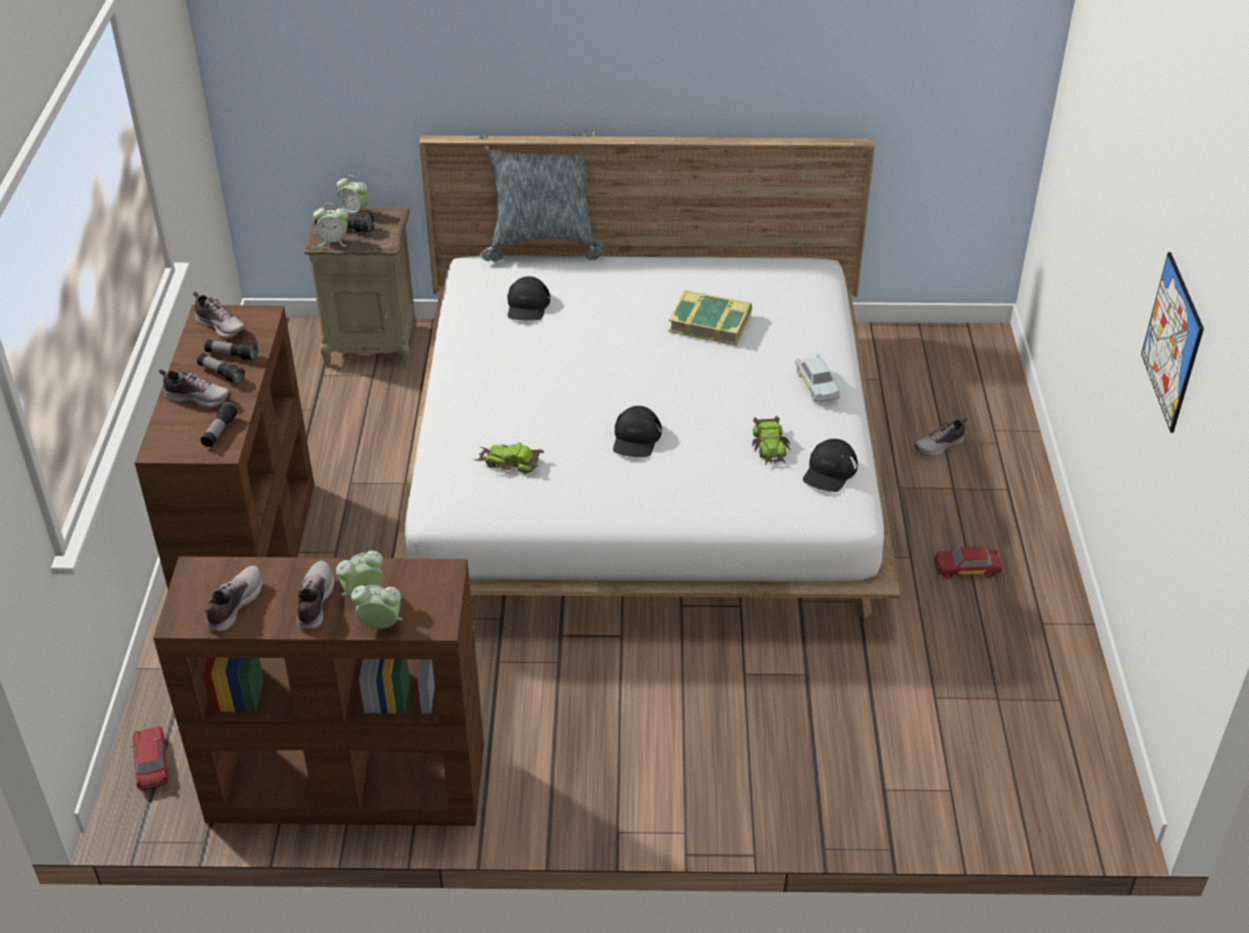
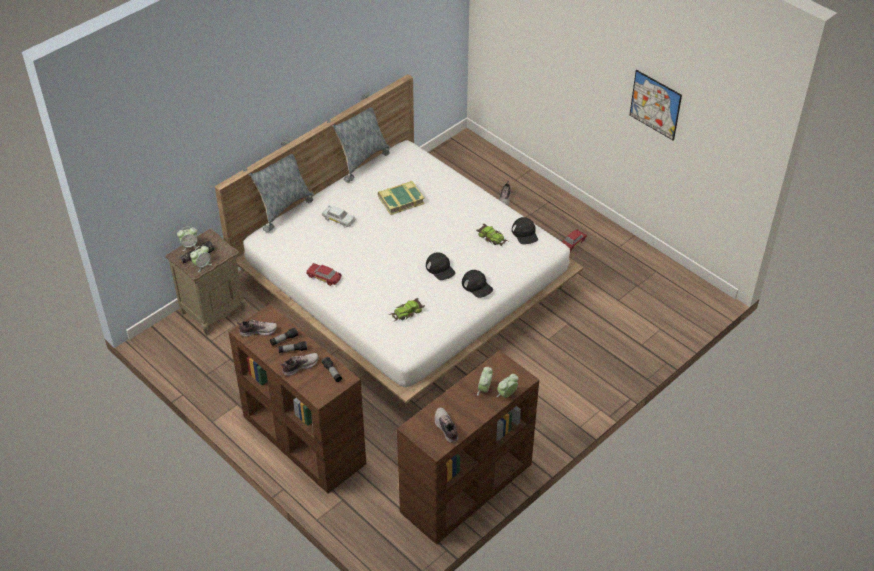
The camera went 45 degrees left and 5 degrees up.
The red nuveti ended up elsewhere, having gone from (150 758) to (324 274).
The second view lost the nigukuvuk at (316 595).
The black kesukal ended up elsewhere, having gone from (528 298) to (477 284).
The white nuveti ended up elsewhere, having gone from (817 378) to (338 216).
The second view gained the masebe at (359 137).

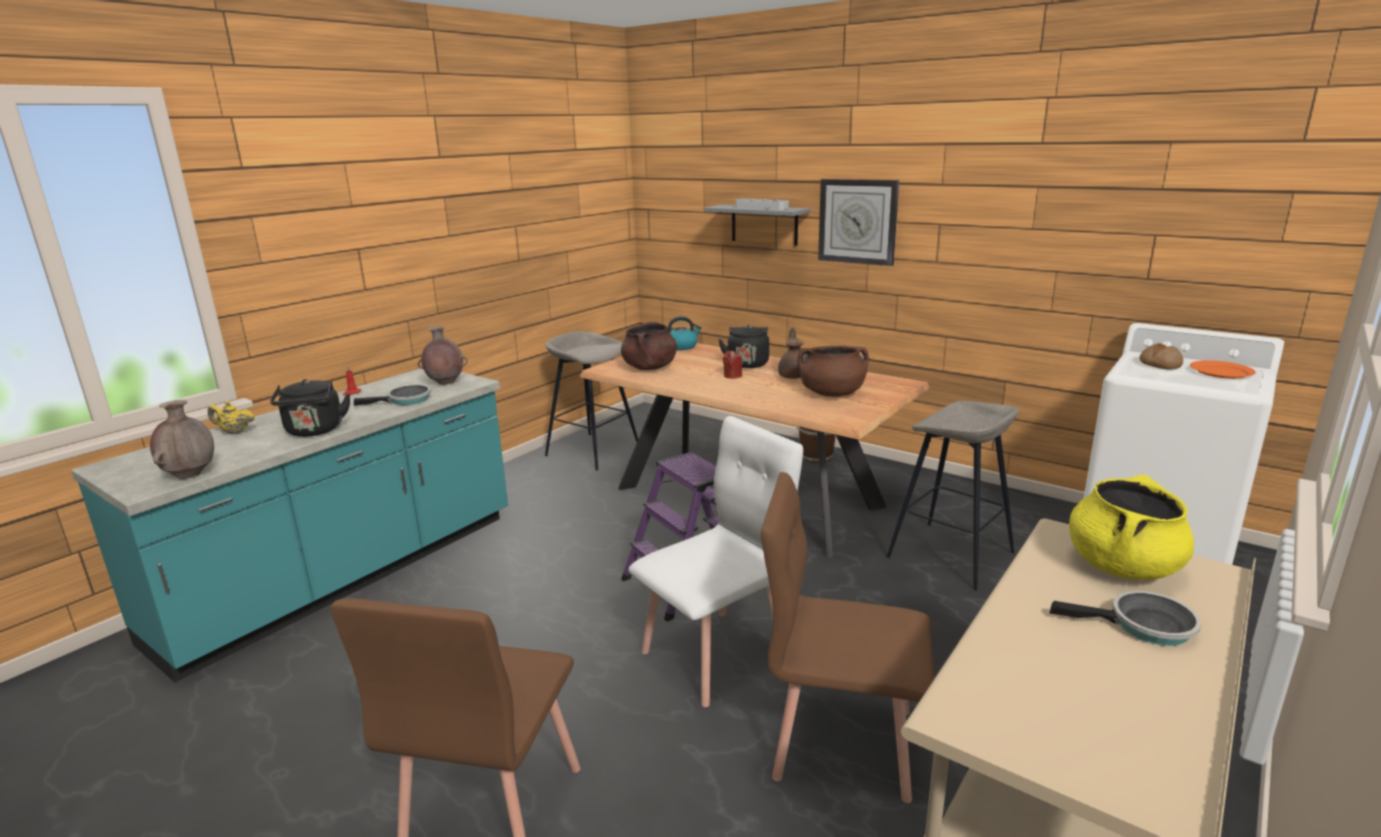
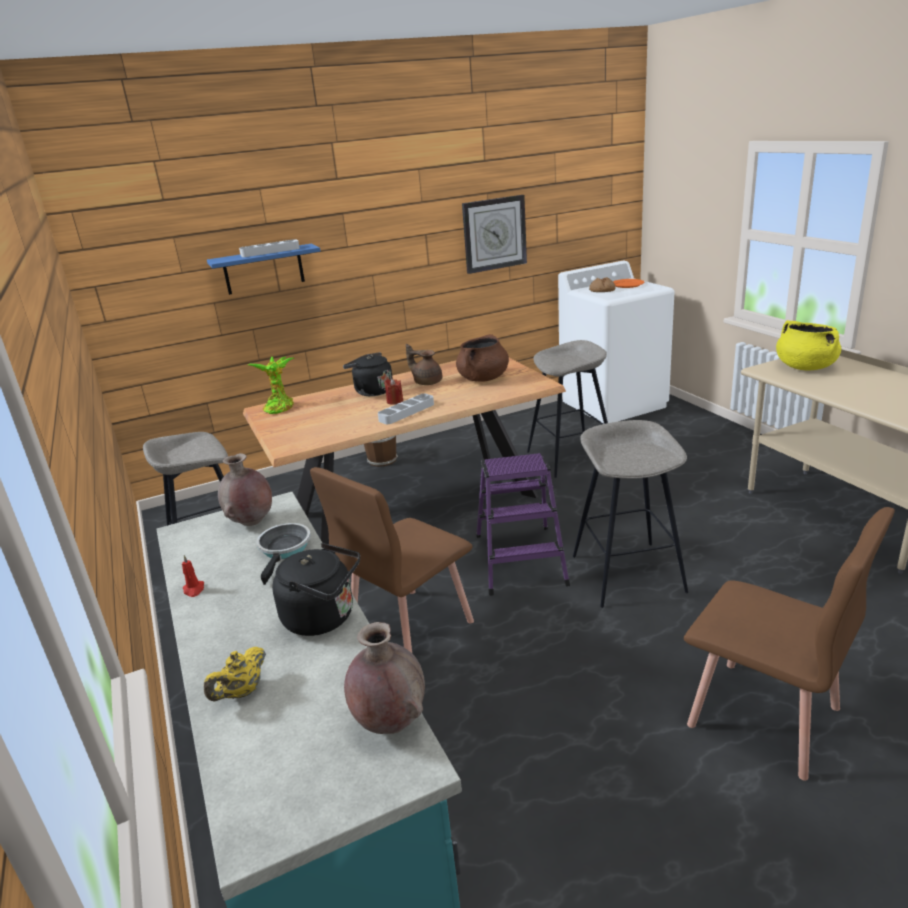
The camera went 60 degrees left and 5 degrees up.
The second view lost the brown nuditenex at (649 345).
Where the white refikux stood at (716 561), the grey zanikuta came to stand at (630 514).
Where the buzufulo stood at (685 333), the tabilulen came to stand at (271 385).
What was the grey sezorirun at (757 225) turned into the blue sezorirun at (264 269).
The brown refikux ended up elsewhere, having gone from (847 637) to (392 560).
The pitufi ended up elsewhere, having gone from (858 222) to (494 234).
The second view lost the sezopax at (1125 618).
The second view gained the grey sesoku at (406 409).

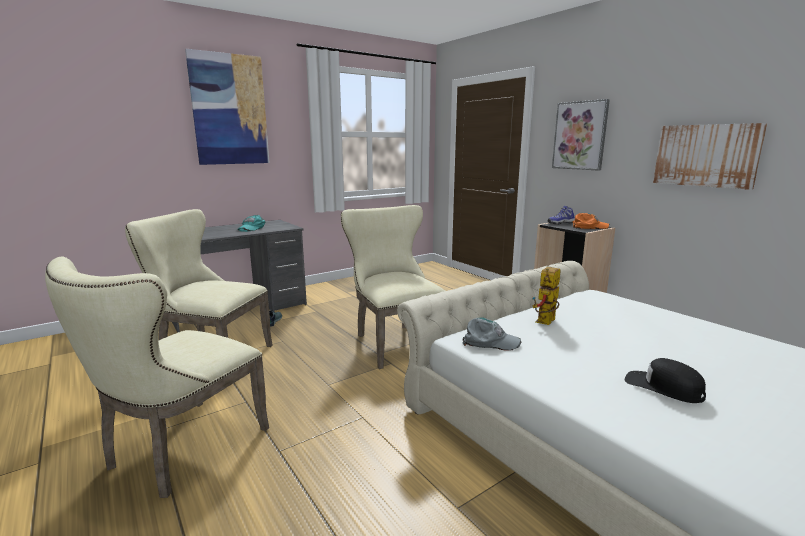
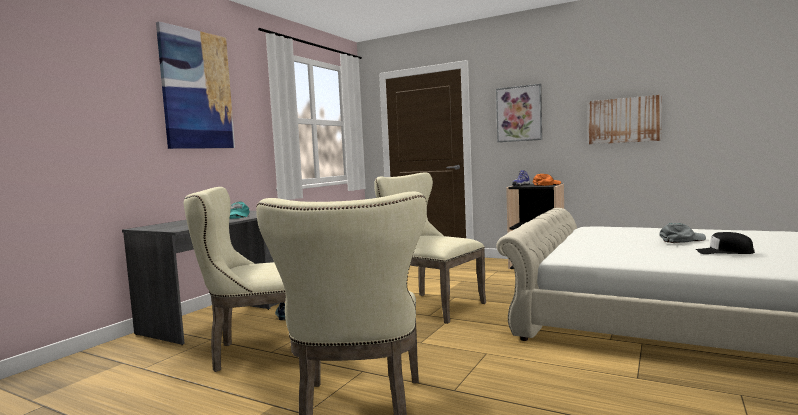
The camera went 25 degrees left and 10 degrees down.
The grey kesukal ended up elsewhere, having gone from (492 334) to (683 233).
The second view lost the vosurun at (546 296).

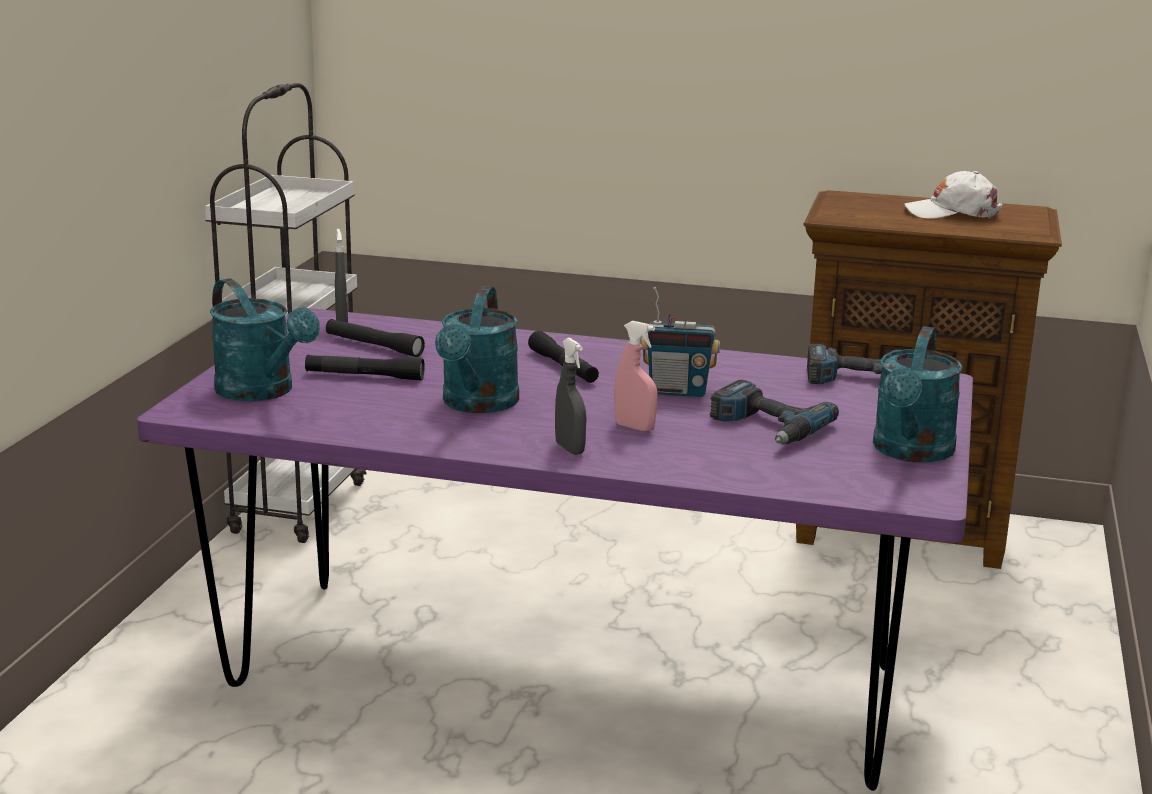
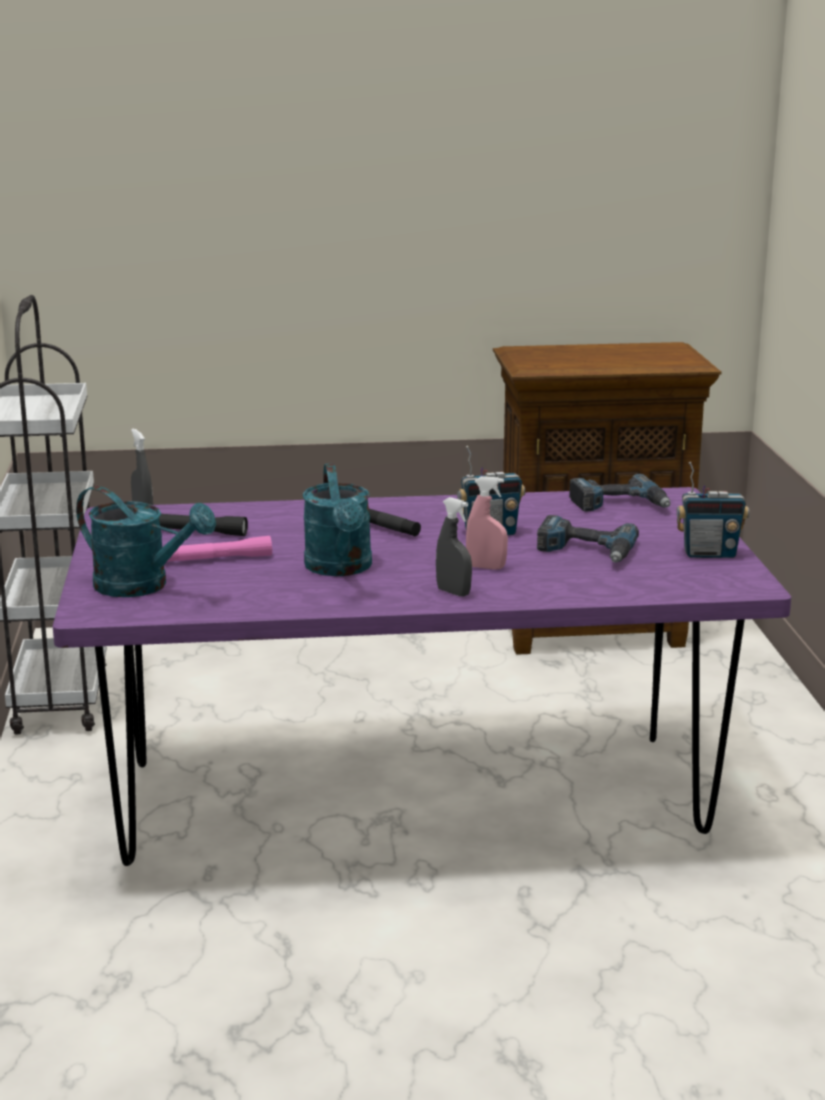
The camera went 20 degrees left and 0 degrees up.
What was the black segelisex at (365 368) turned into the pink segelisex at (217 549).
Where the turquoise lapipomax stood at (918 394), the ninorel came to stand at (713 510).
The second view lost the white kesukal at (953 195).

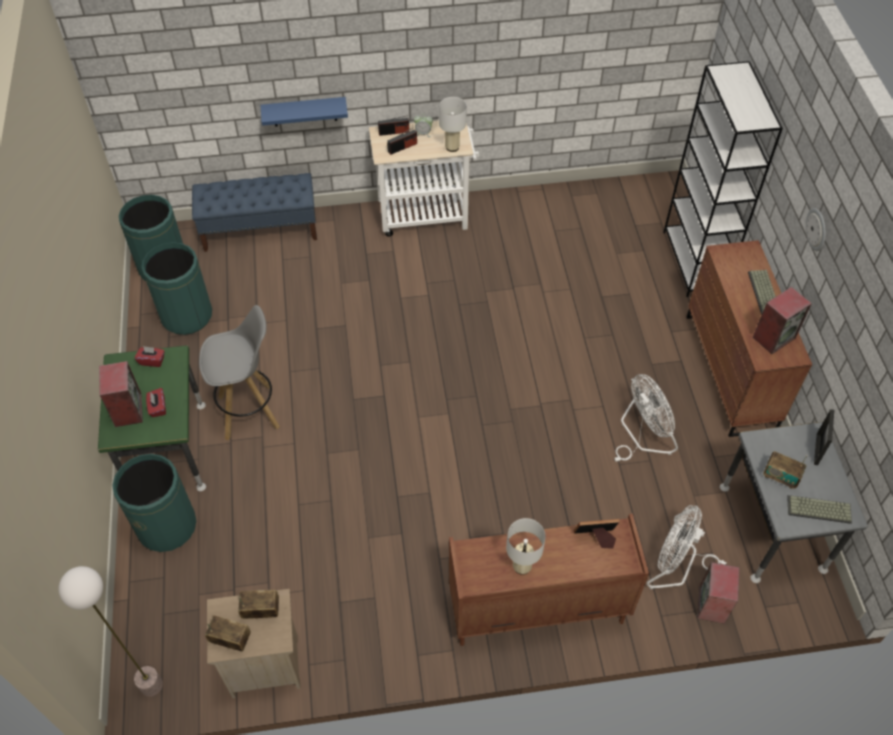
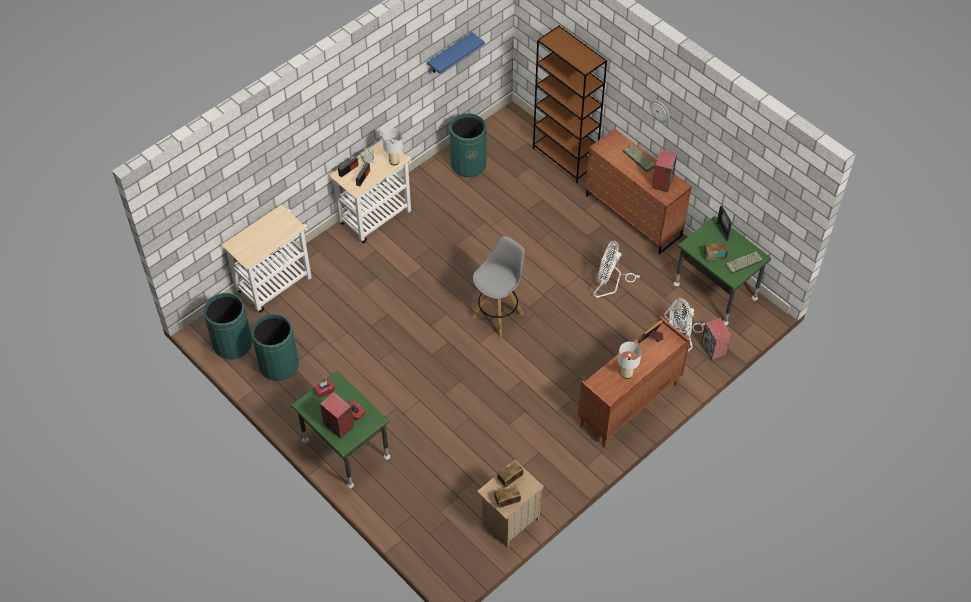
The camera went 35 degrees left and 0 degrees up.
The second view lost the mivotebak at (111 631).
The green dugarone ended up elsewhere, having gone from (154 503) to (468 145).
Where the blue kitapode stood at (254 212), the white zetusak came to stand at (267 259).
The grey zanikuta ended up elsewhere, having gone from (239 372) to (498 287).
The blue sezorirun ended up elsewhere, having gone from (304 112) to (456 53).
The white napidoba at (645 418) ended up facing another way, 105 degrees counterclockwise from before.
What was the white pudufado at (723 179) turned into the brown pudufado at (570 104).
What was the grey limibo at (794 502) turned into the green limibo at (722 270).

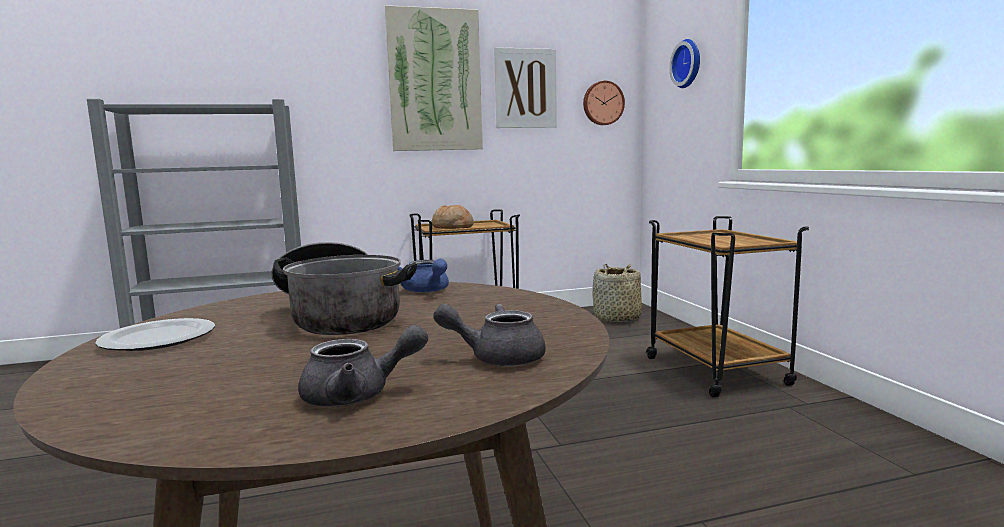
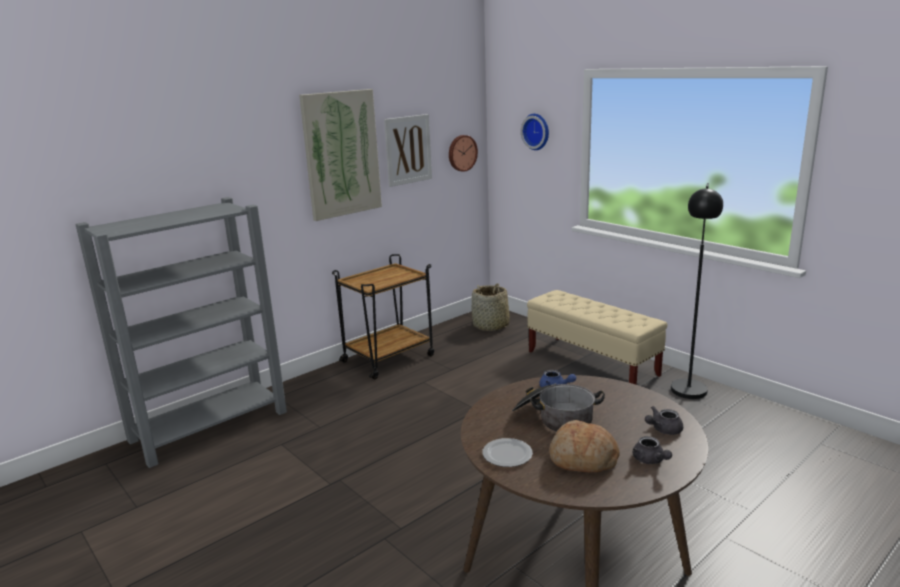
The camera went 25 degrees left and 10 degrees up.
The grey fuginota at (363 366) ended up facing another way, 105 degrees clockwise from before.
The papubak ended up elsewhere, having gone from (452 217) to (584 446).
Where the brown zetusak stood at (727 306), the beige kitapode came to stand at (597 337).
The second view gained the black mivotebak at (697 291).

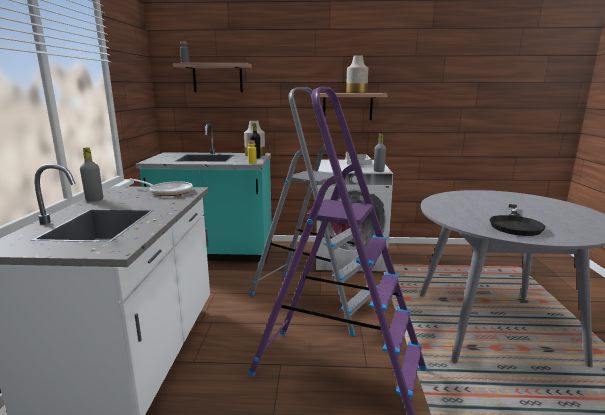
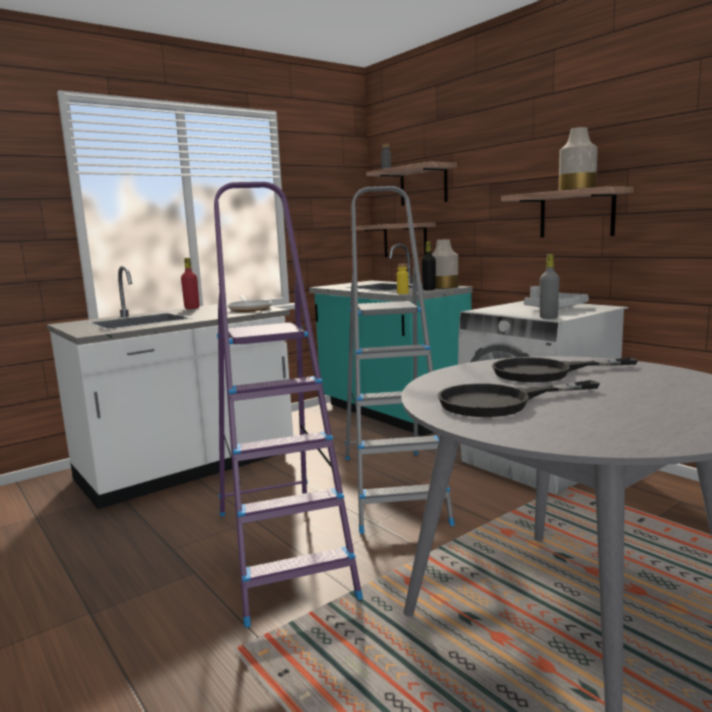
The camera went 50 degrees right and 5 degrees down.
What was the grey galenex at (91 174) turned into the red galenex at (190 283).
The second view gained the sezorirun at (393 239).
The second view gained the black sezopax at (565 369).

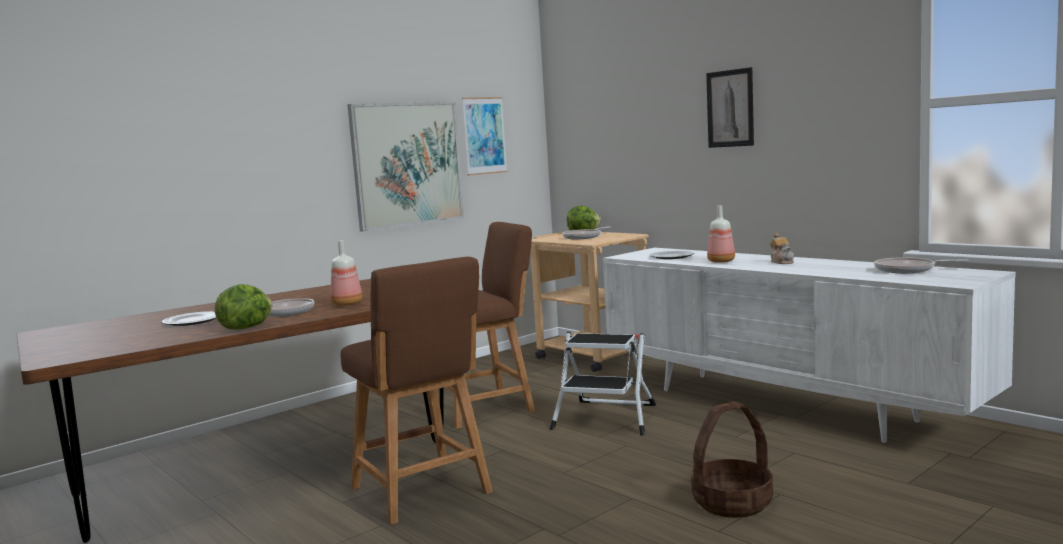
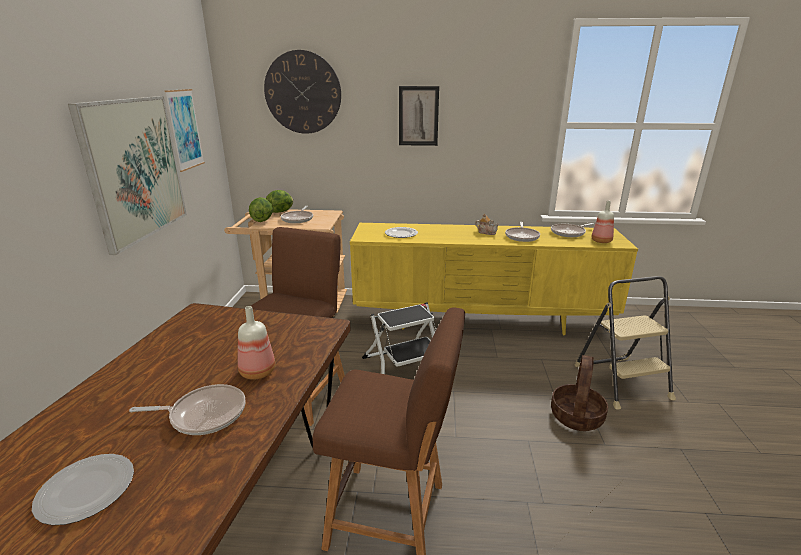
The camera went 45 degrees left and 15 degrees up.
The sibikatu ended up elsewhere, having gone from (243 306) to (261 209).
What was the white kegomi at (809 345) turned into the yellow kegomi at (494 279).
The galenex ended up elsewhere, having gone from (721 234) to (602 222).
The second view gained the pitufi at (302 92).
The second view gained the sezopax at (522 232).
The second view gained the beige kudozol at (625 342).

